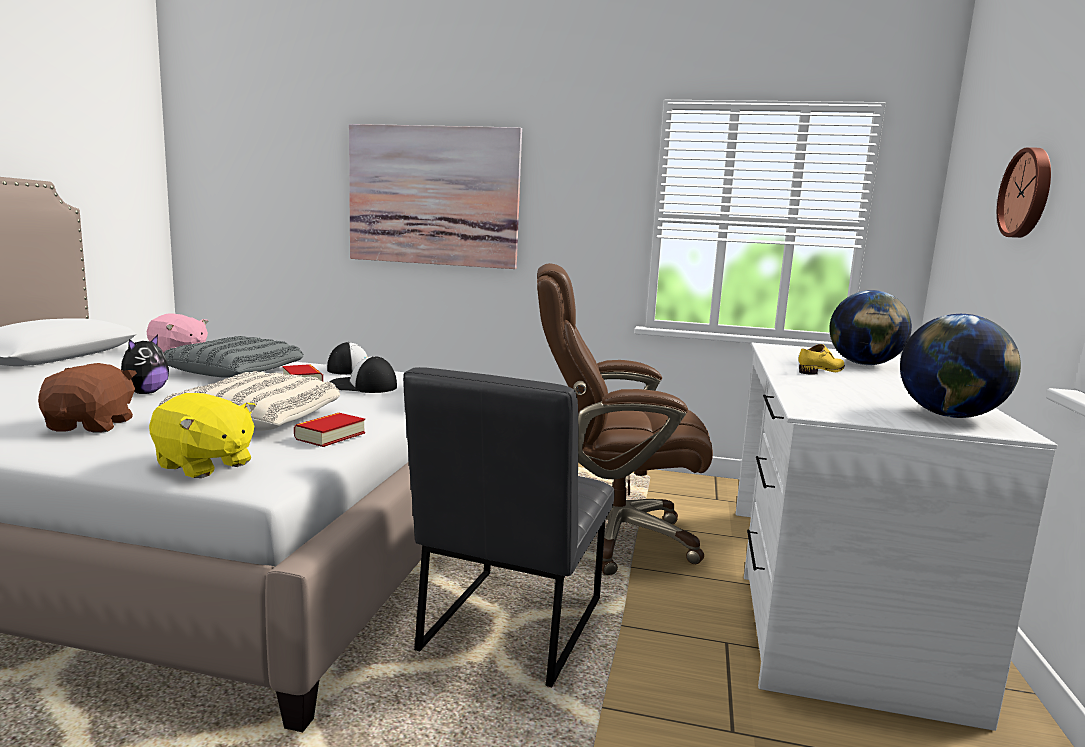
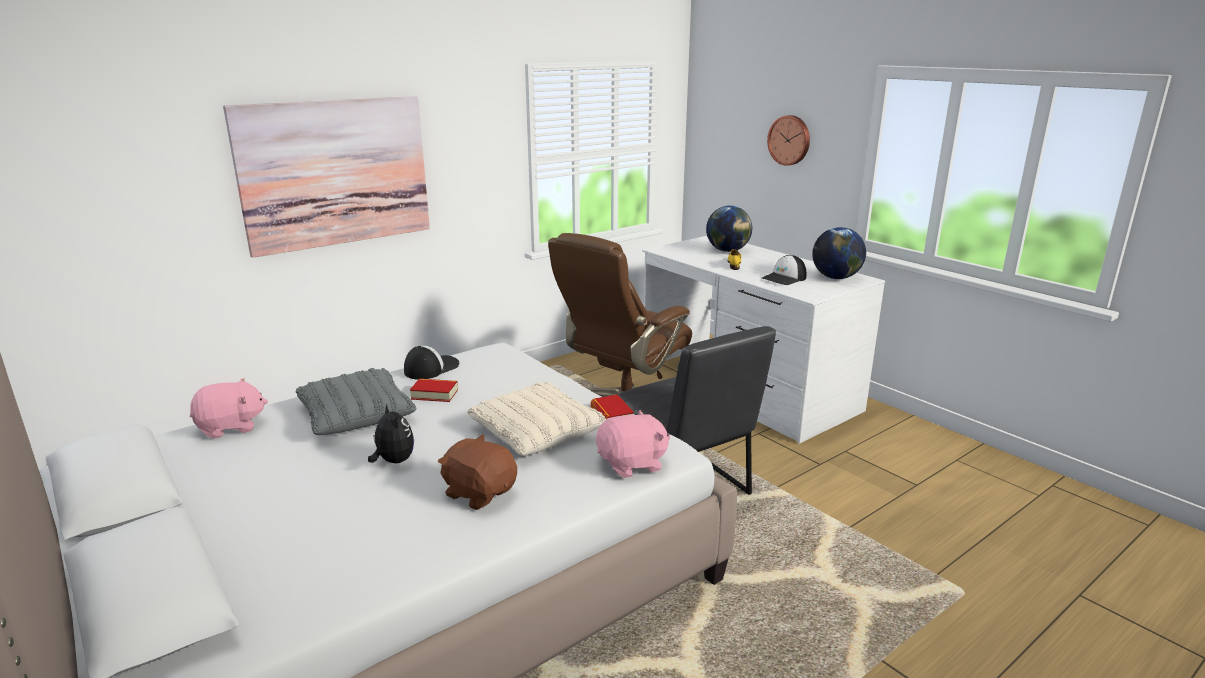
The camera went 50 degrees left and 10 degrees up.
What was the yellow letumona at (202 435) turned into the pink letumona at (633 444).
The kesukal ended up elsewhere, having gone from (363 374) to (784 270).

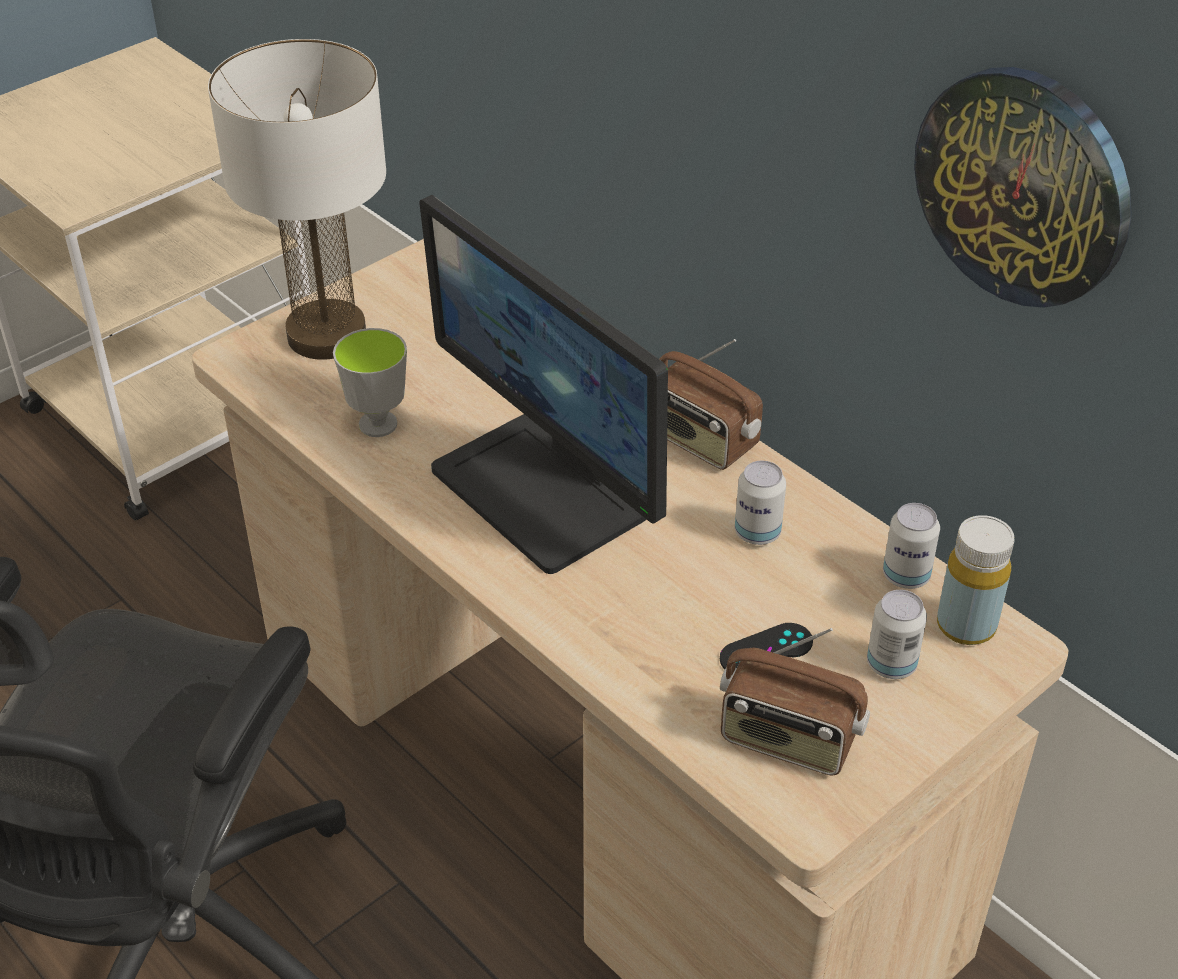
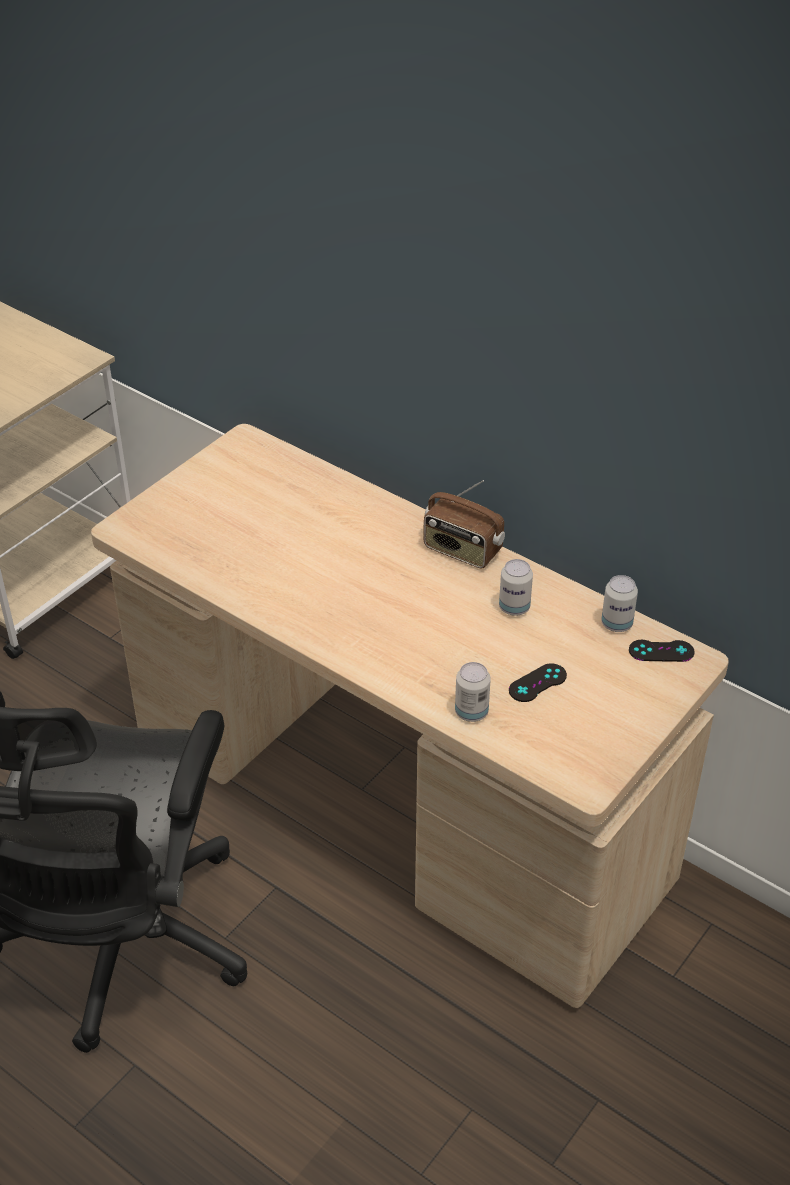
The camera went 10 degrees left and 0 degrees up.
The second view lost the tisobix at (297 199).
The second view lost the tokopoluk at (370 382).
The second view lost the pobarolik at (543 384).
The second view lost the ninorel at (795 701).
The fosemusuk ended up elsewhere, having gone from (897 634) to (473 692).
The second view lost the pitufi at (1023 187).
Where the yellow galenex stood at (976 580), the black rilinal came to stand at (662 651).

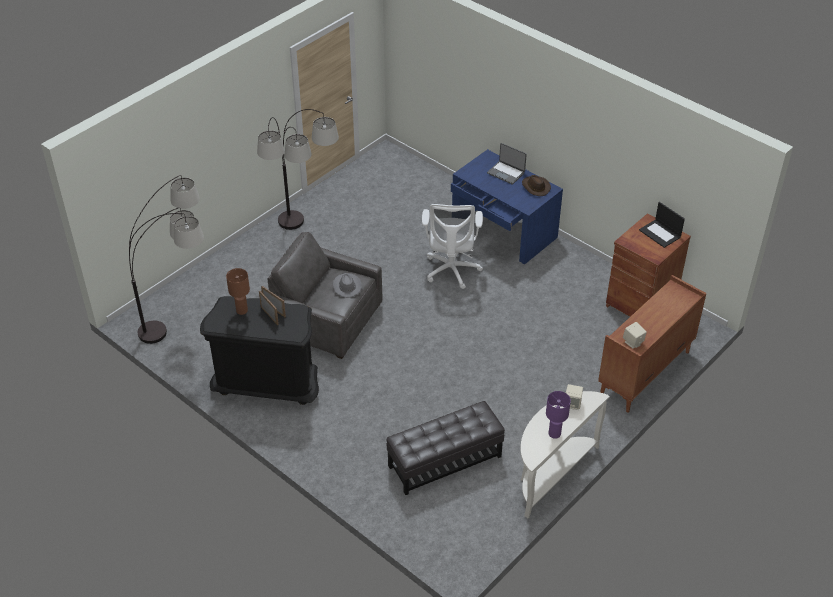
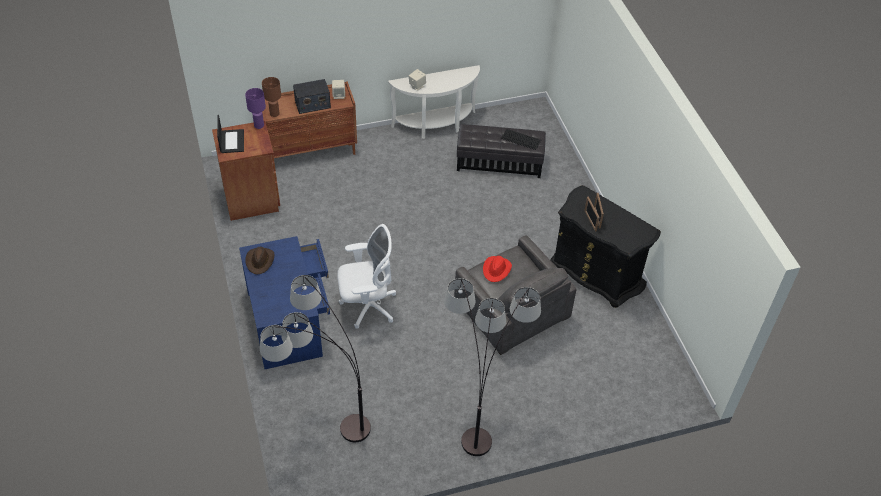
The camera went 150 degrees left and 5 degrees up.
The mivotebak ended up elsewhere, having gone from (166 259) to (315 358).
The brown tisobix ended up elsewhere, having gone from (238 291) to (271 97).
What was the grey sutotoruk at (347 285) turned into the red sutotoruk at (497 269).
The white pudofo at (452 246) ended up facing another way, 45 degrees clockwise from before.
The second view lost the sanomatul at (507 164).
The purple tisobix ended up elsewhere, having gone from (558 415) to (255 108).
The second view gained the ninorel at (312 96).
The second view gained the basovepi at (521 139).

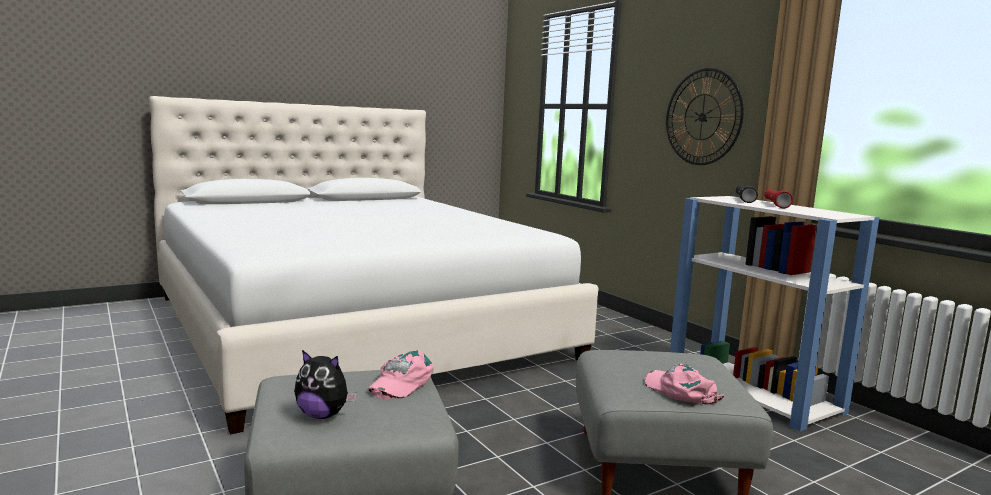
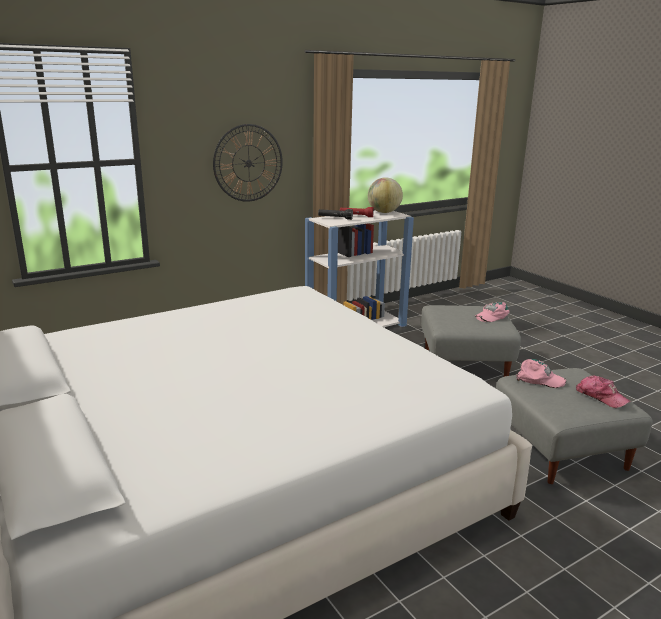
The camera went 90 degrees left and 10 degrees up.
Where the letumona stood at (325 384), the kesukal came to stand at (603 392).
The second view gained the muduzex at (385 195).

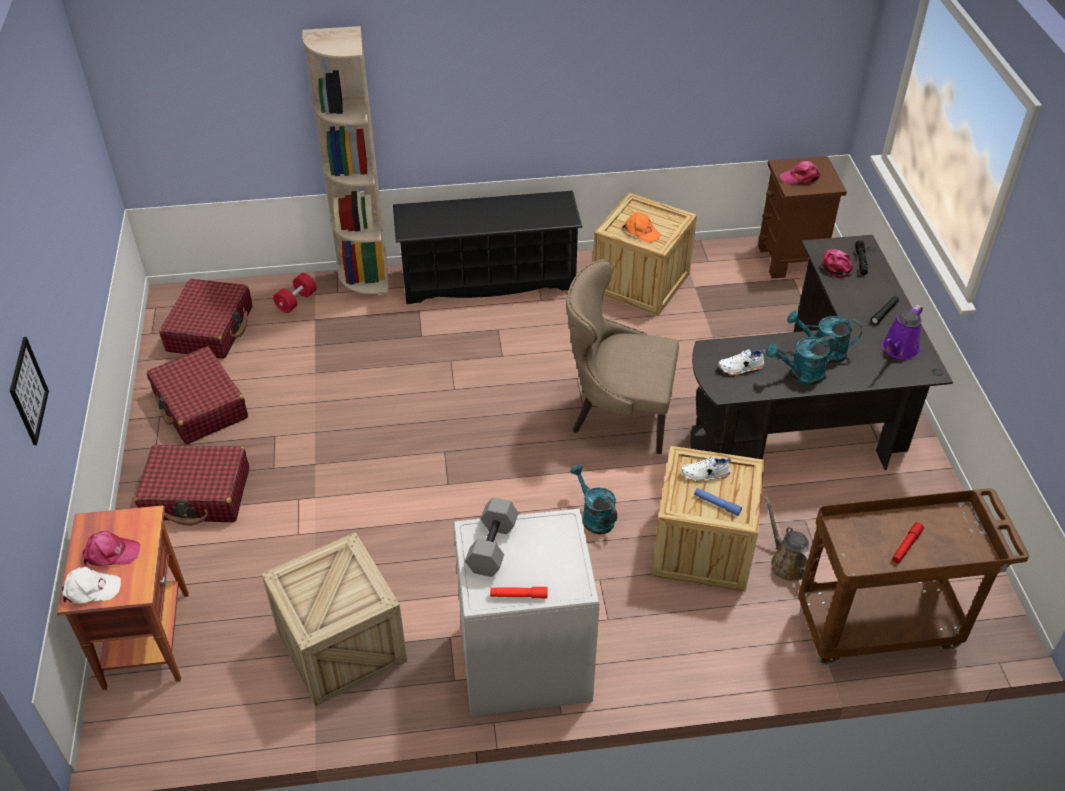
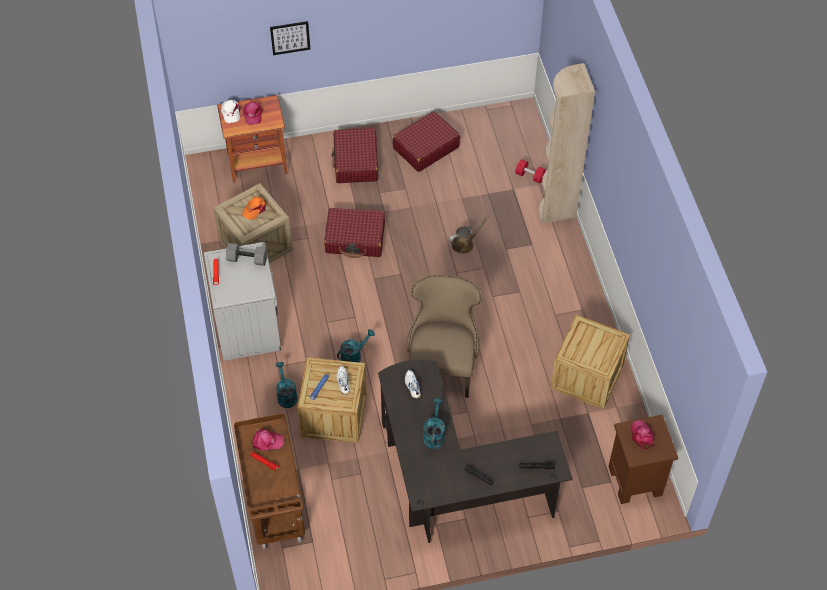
The camera went 85 degrees right and 10 degrees up.
The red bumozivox ended up elsewhere, having gone from (205 319) to (354 233).
The second view lost the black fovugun at (488 247).
The orange kesukal ended up elsewhere, having gone from (641 227) to (254 208).
The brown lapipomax ended up elsewhere, having gone from (787 539) to (469 234).
The turquoise lapipomax ended up elsewhere, having gone from (802 360) to (287 385).
The pink kesukal ended up elsewhere, having gone from (837 263) to (267 439).
The second view lost the purple lapipomax at (902 332).

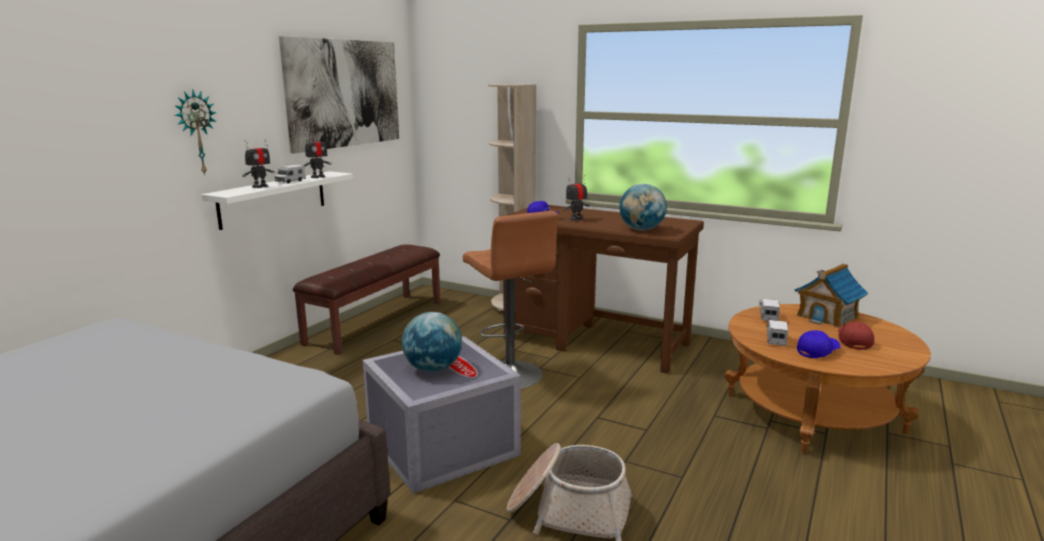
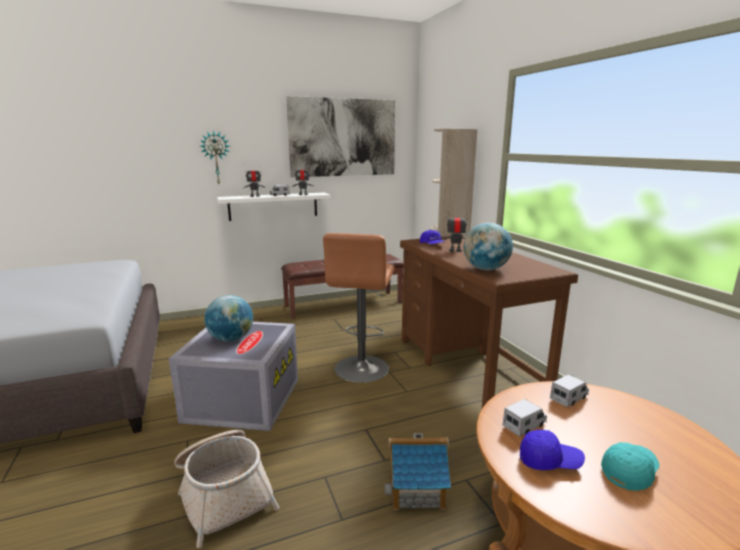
The camera went 40 degrees right and 0 degrees up.
The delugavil ended up elsewhere, having gone from (831 296) to (417 471).
What was the red kesukal at (856 335) turned into the turquoise kesukal at (630 466).

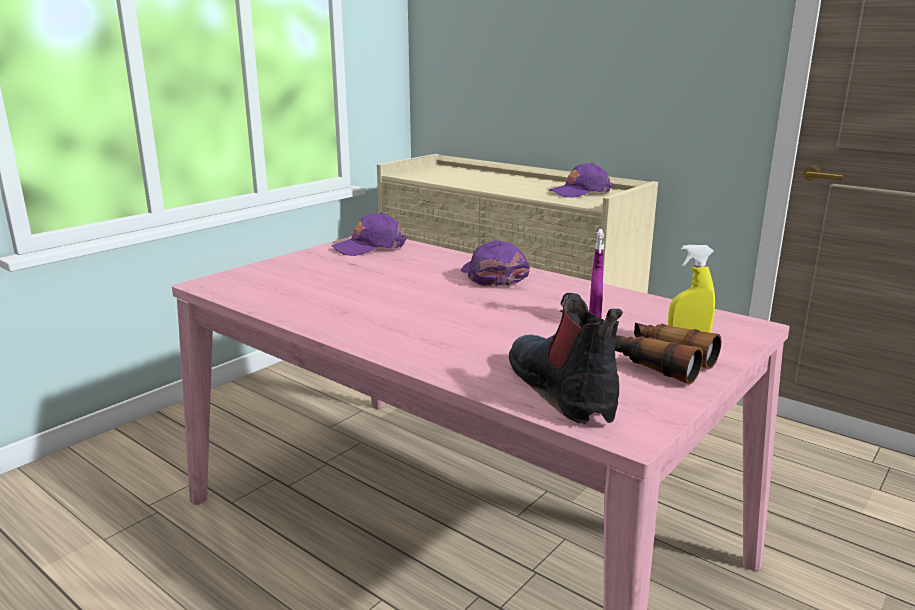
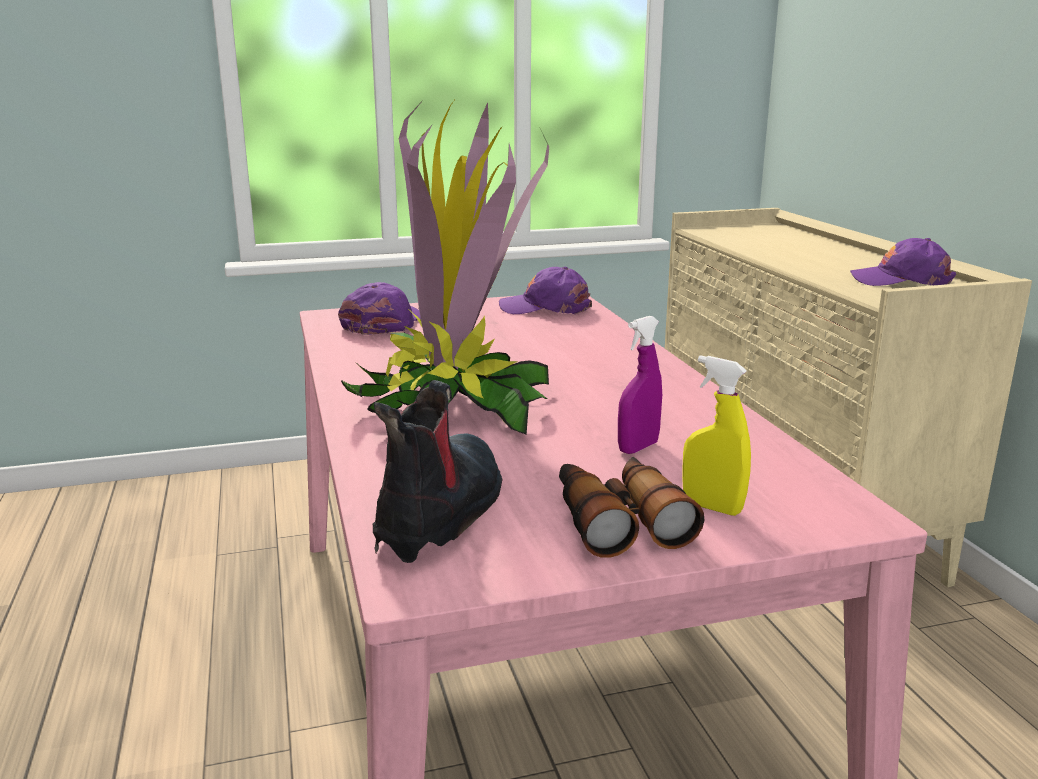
The camera went 35 degrees right and 0 degrees up.
The purple kesukal ended up elsewhere, having gone from (495 263) to (379 308).
The second view gained the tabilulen at (445 268).

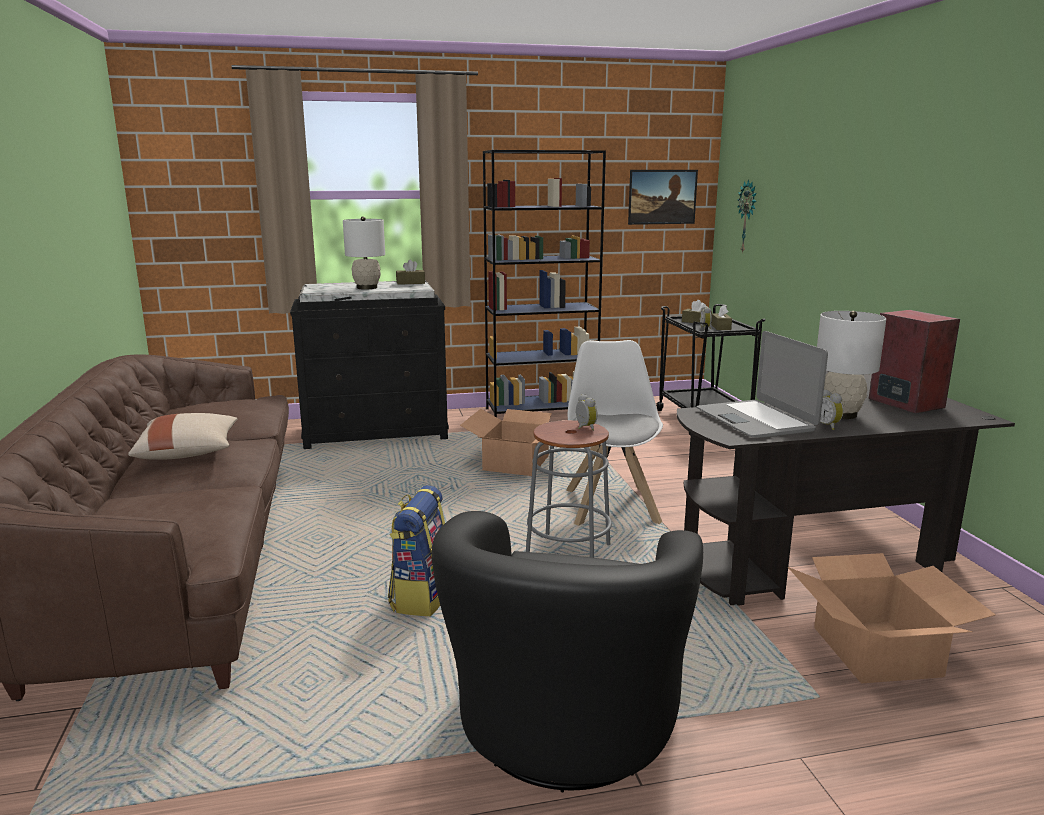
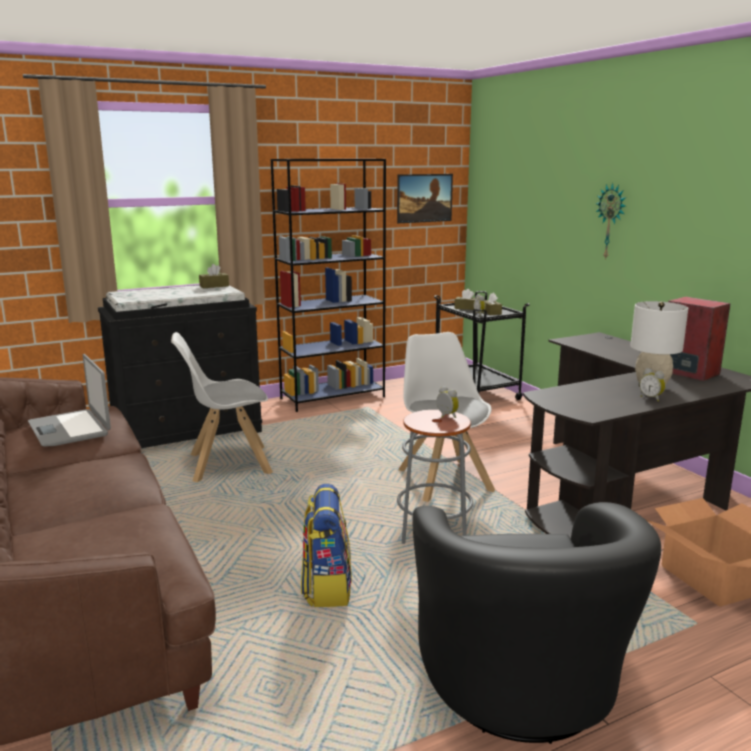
The camera went 15 degrees left and 0 degrees up.
The second view lost the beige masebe at (182 436).
The second view lost the white tisobix at (364 252).
The second view lost the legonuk at (506 442).
The sanomatul ended up elsewhere, having gone from (762 384) to (69 400).
The pitufi ended up elsewhere, having gone from (747 216) to (610 221).
The second view gained the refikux at (222 407).

